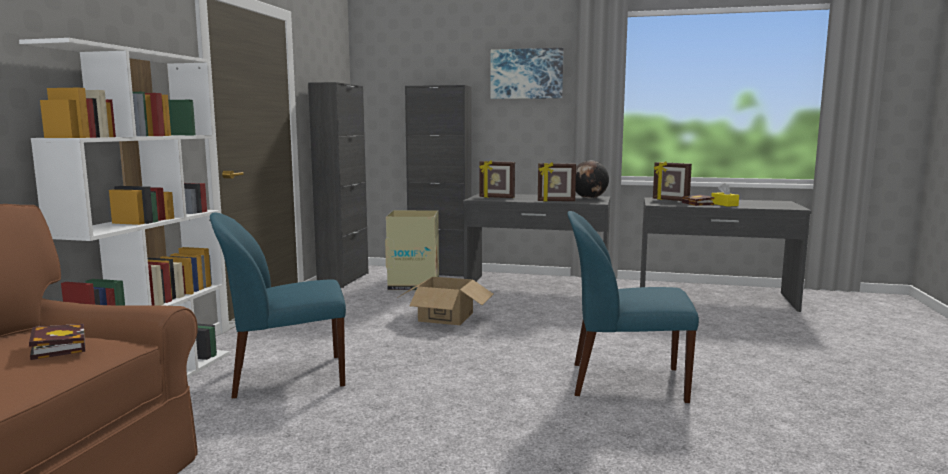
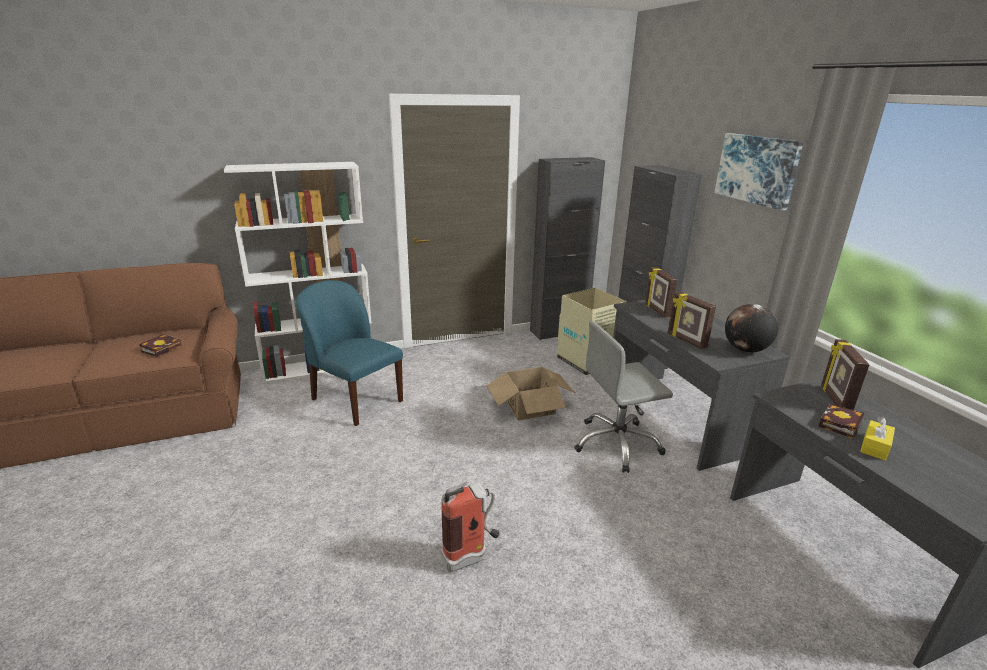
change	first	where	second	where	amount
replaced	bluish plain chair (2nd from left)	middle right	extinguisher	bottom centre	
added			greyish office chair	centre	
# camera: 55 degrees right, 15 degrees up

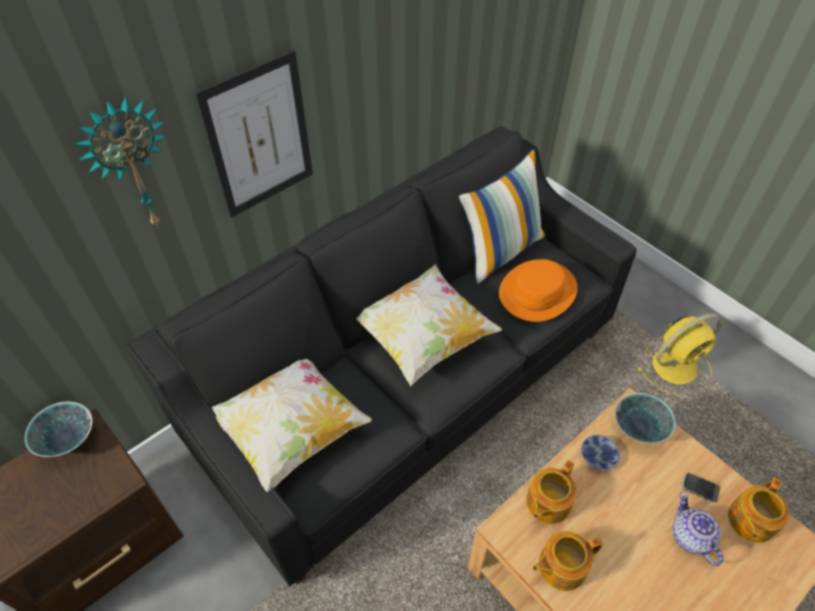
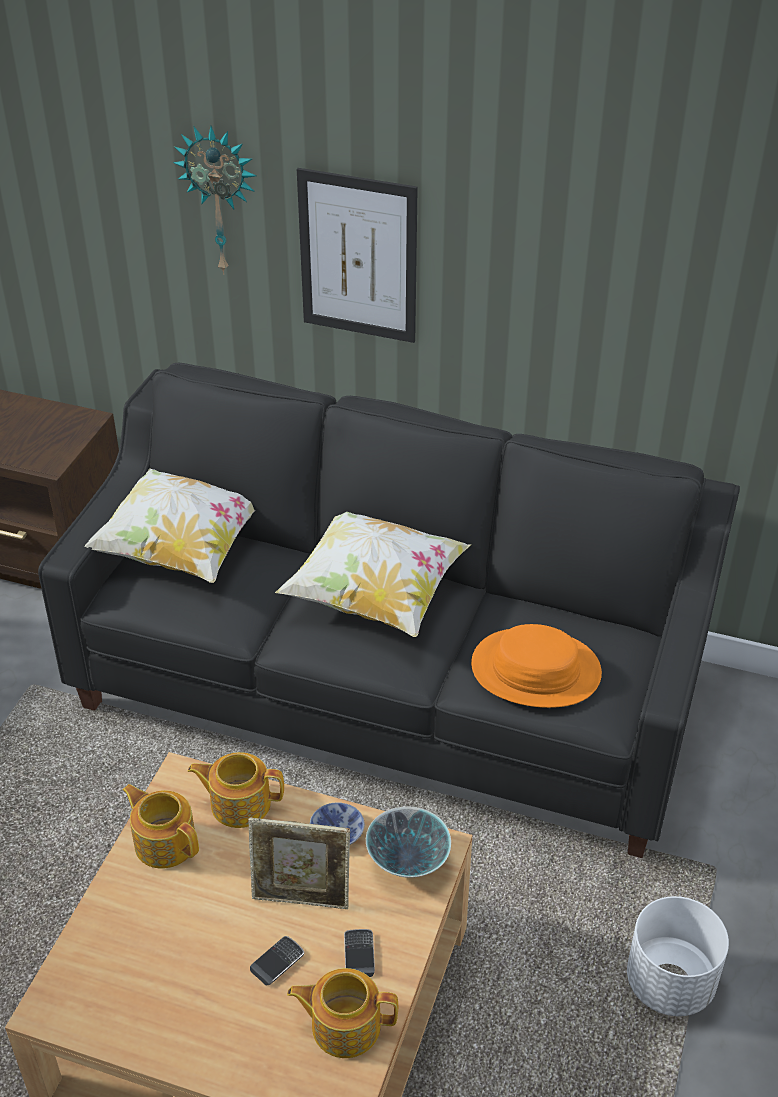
change	first	where	second	where	amount
removed	serving bowl (1st from left)	bottom left			
removed	pillow (3rd from left)	centre			
replaced	yellowish fan	middle right	white flower pot	bottom right	
replaced	pot for tea (3rd from left)	bottom right	telephone (1st from left)	bottom centre	
added			picture frame	bottom centre	
# camera: 60 degrees right, 10 degrees down

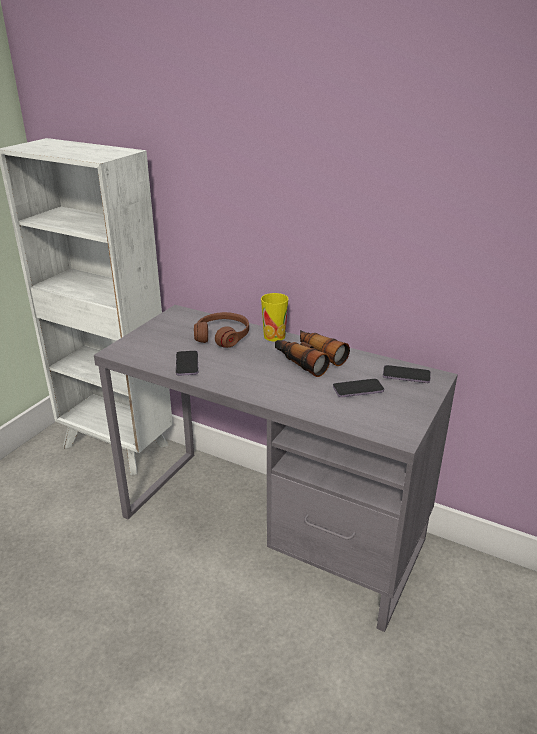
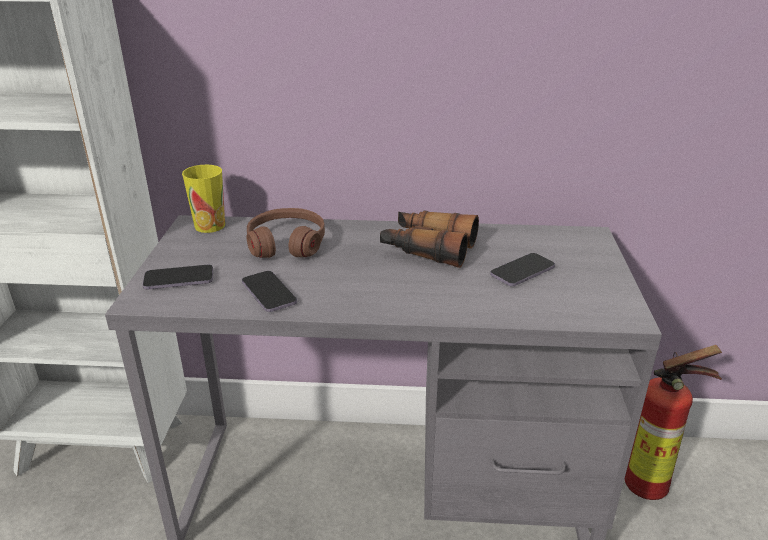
change	first	where	second	where	amount
moved	small cup	centre		middle left	
moved	telephone (3rd from left in the first image)	middle right	telephone (1st from left)	middle left	
added			extinguisher	bottom right	
# camera: 25 degrees left, 0 degrees up

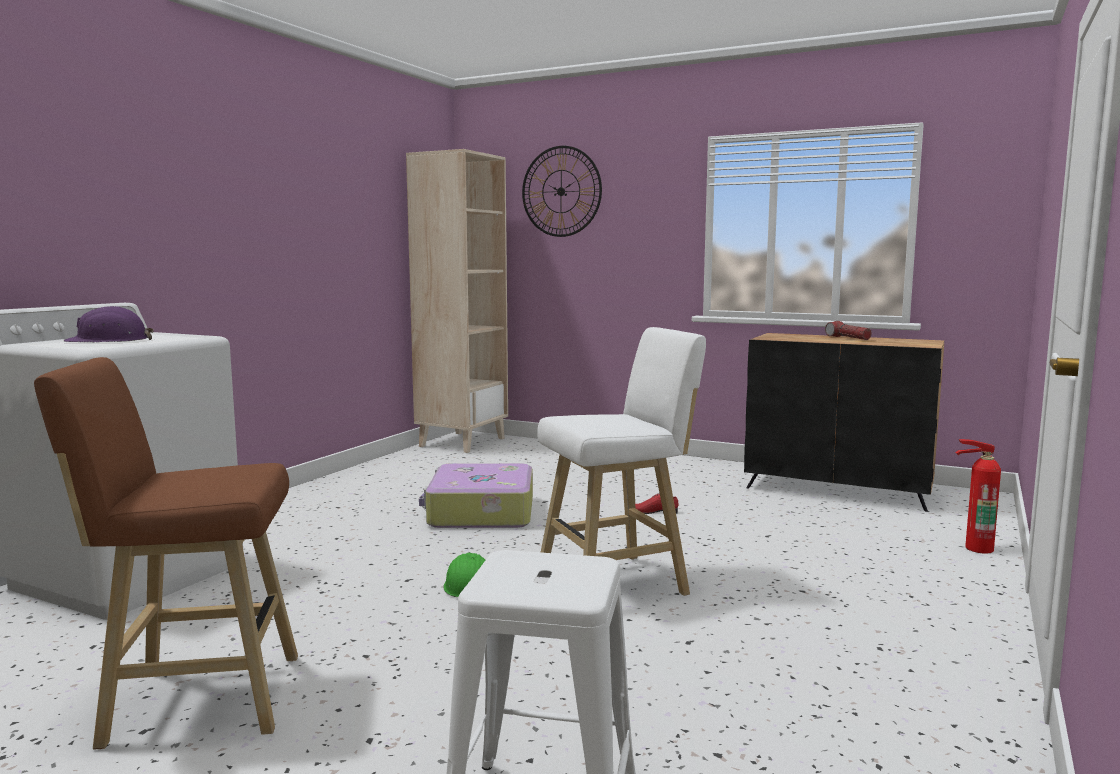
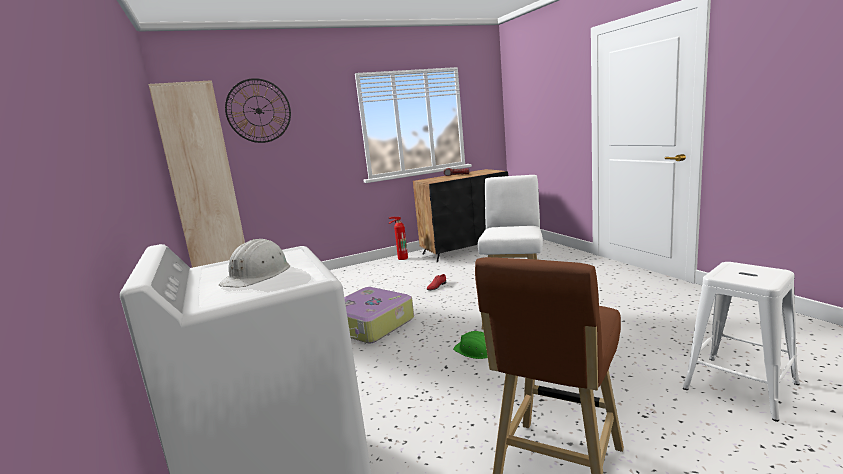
change	first	where	second	where	amount
recoloured	purple safety helmet	middle left	white safety helmet	middle left	
moved	extinguisher	middle right		centre	
# camera: 50 degrees left, 5 degrees up

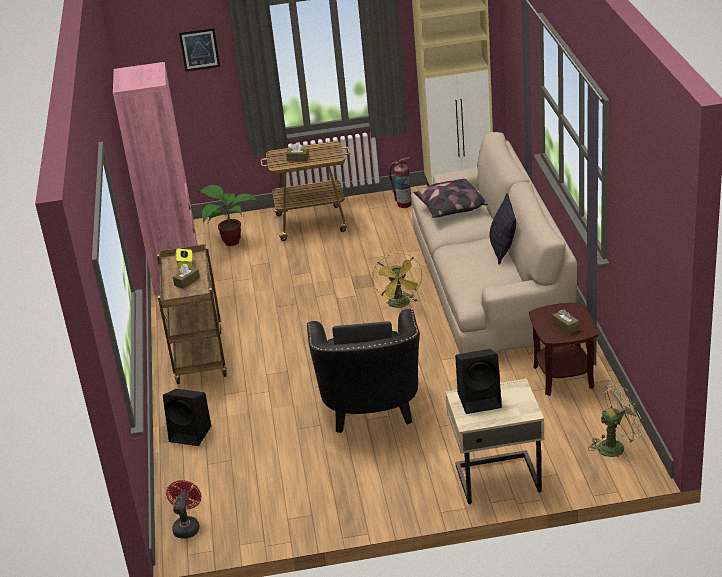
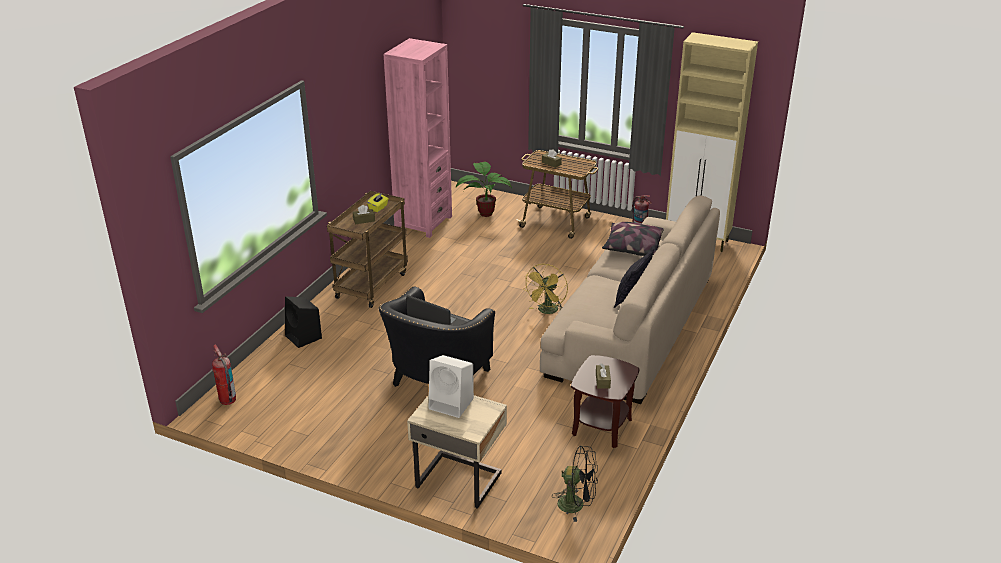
change	first	where	second	where	amount
replaced	reddish fan	bottom left	extinguisher (1st from left)	middle left	
removed	wall art	top left			
recoloured	black-coloured audio speaker (2nd from left)	centre	white audio speaker	bottom centre	
recoloured	green-coloured fan	bottom right	black-coloured fan	bottom centre	
# camera: 30 degrees right, 0 degrees up

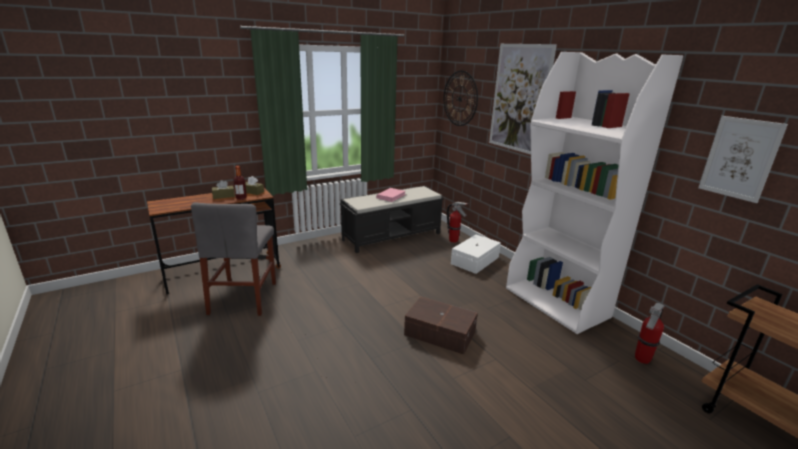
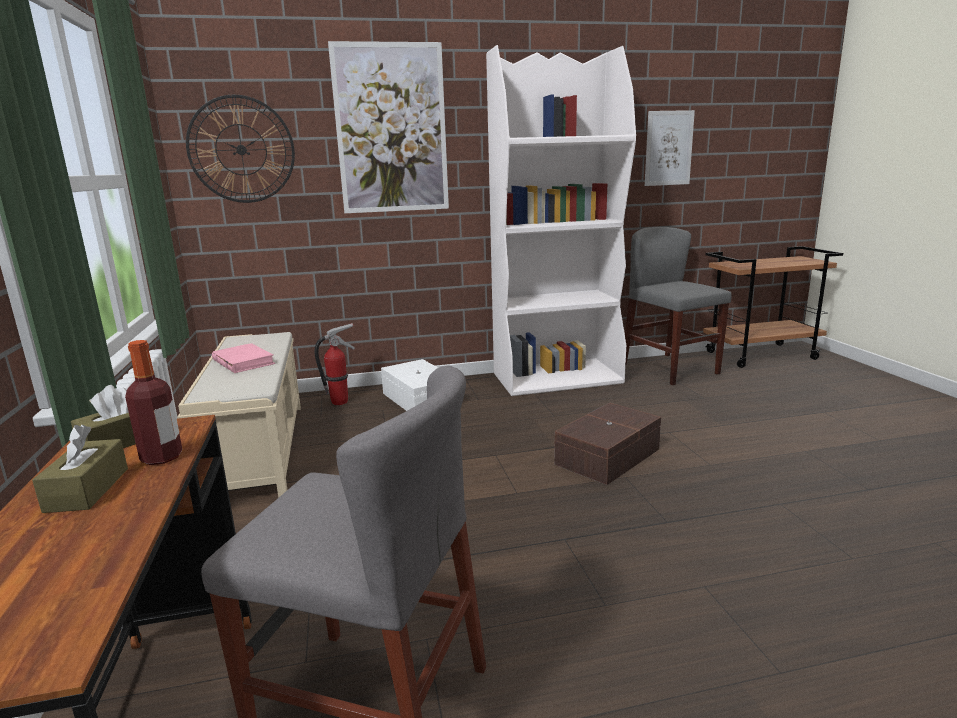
change	first	where	second	where	amount
recoloured	black-coloured indoor bench	centre	beige-coloured indoor bench	middle left	
replaced	extinguisher (2nd from left)	bottom right	greyish plain chair (2nd from left)	middle right	
# camera: 70 degrees left, 5 degrees down

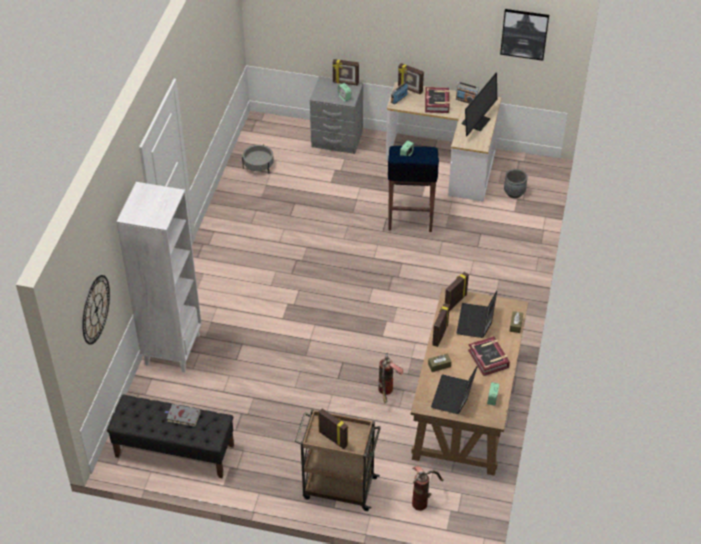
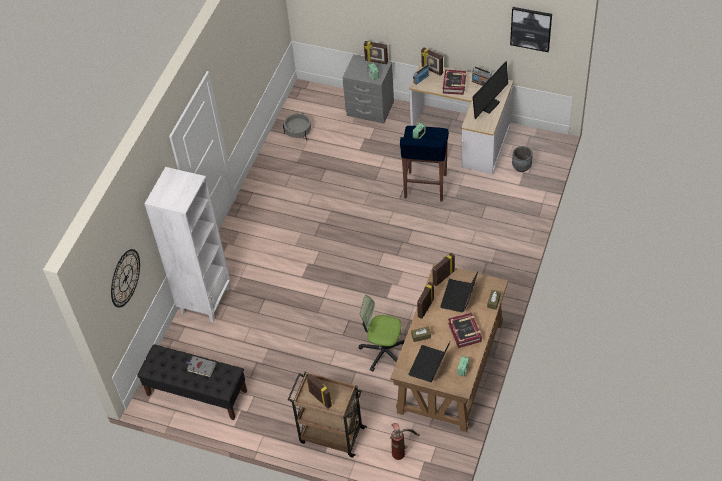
change	first	where	second	where	amount
replaced	extinguisher (1st from left)	bottom centre	office chair	bottom centre	
# camera: 10 degrees right, 5 degrees up

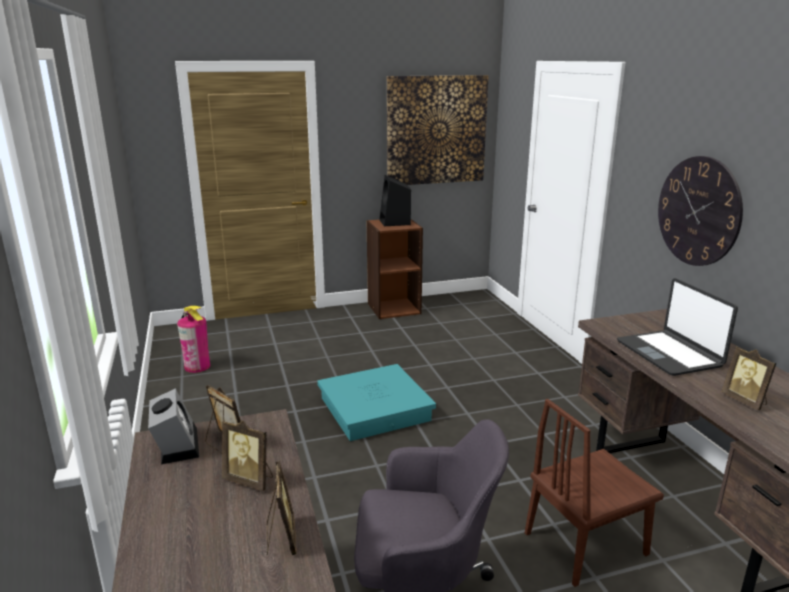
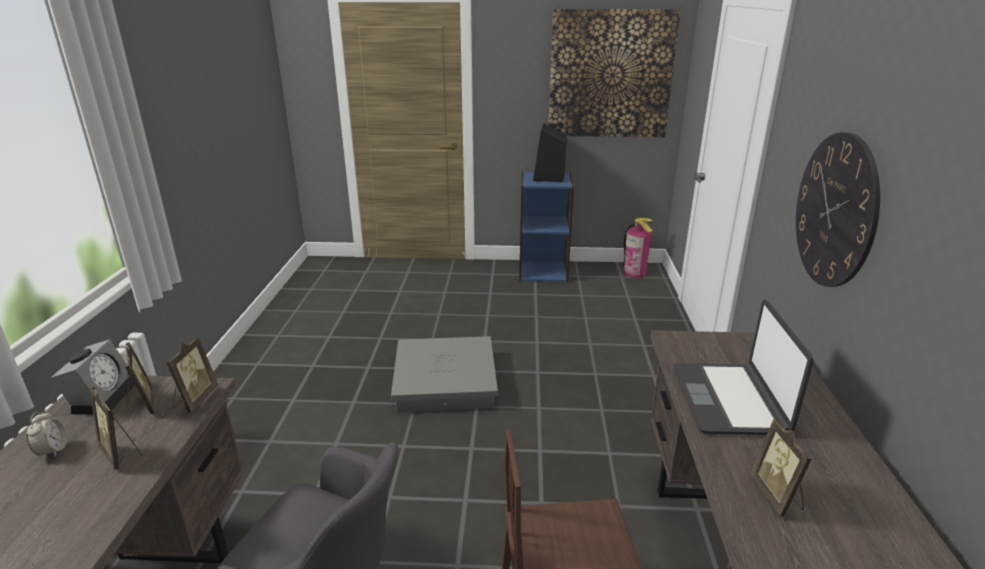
change	first	where	second	where	amount
moved	extinguisher	middle left		centre	
moved	picture frame (3rd from left)	bottom centre		middle left	
recoloured	turquoise-coloured storage container	bottom centre	greyish storage container	centre	
recoloured	brownish shelving unit	centre	bluish shelving unit	centre	
added			table clock (1st from left)	bottom left	
# camera: 20 degrees right, 5 degrees up

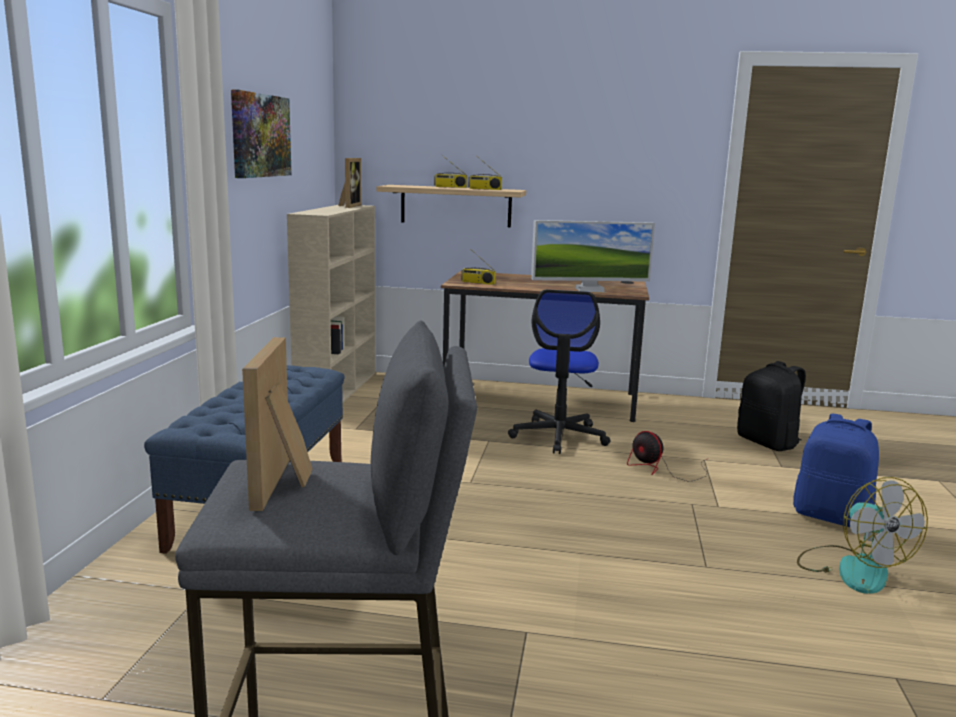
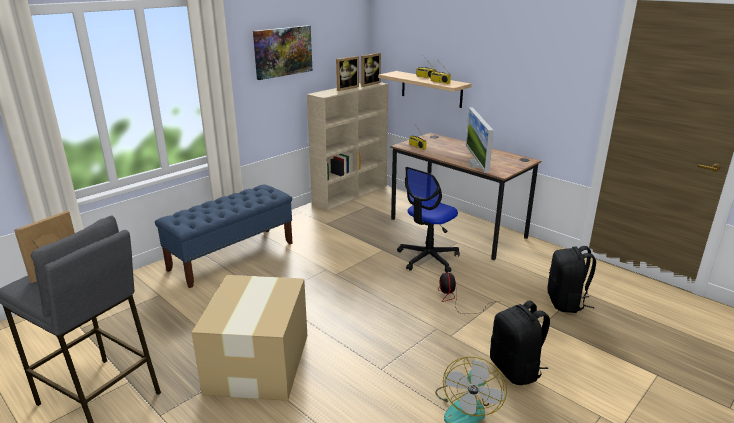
change	first	where	second	where	amount
turned	computer display	centre		top centre	60 degrees clockwise
recoloured	bluish knapsack	middle right	black-coloured knapsack (1st from left)	bottom right	
added			carton	bottom centre	
added			picture frame (2nd from left)	top centre	
# camera: 35 degrees right, 10 degrees up

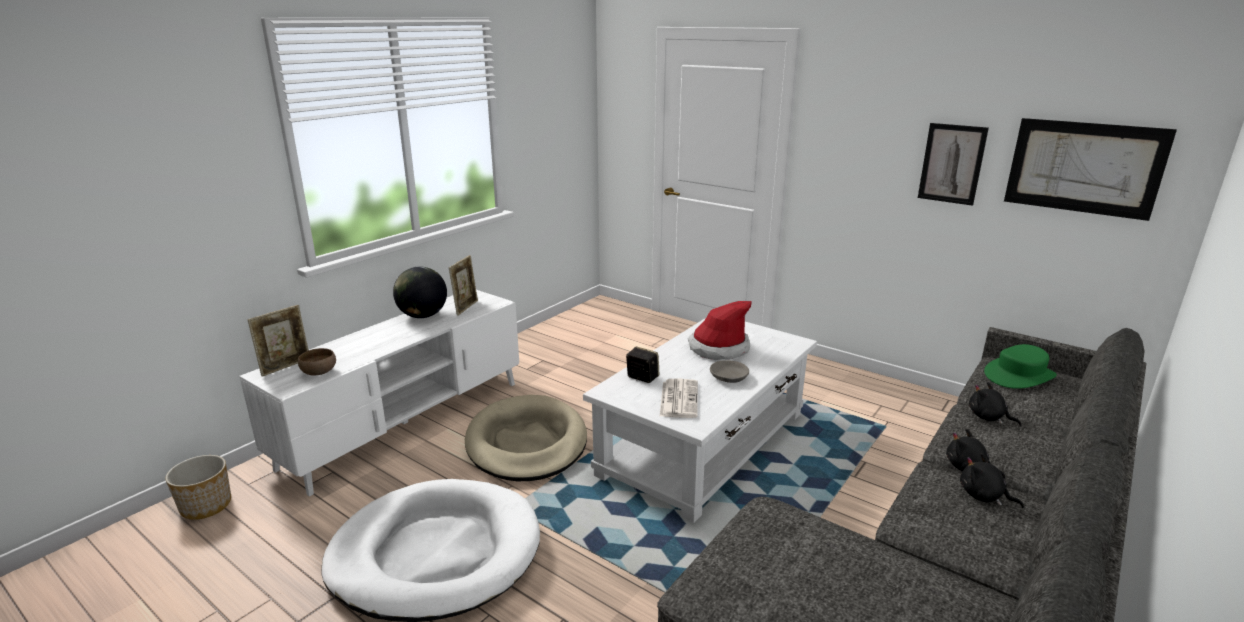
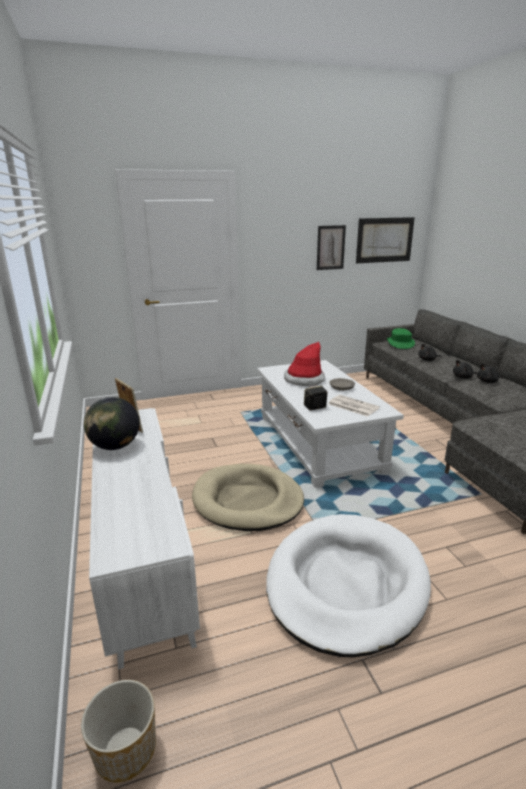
change	first	where	second	where	amount
removed	picture frame (1st from left)	middle left			
removed	brownish serving bowl	middle left			
# camera: 55 degrees left, 0 degrees up

